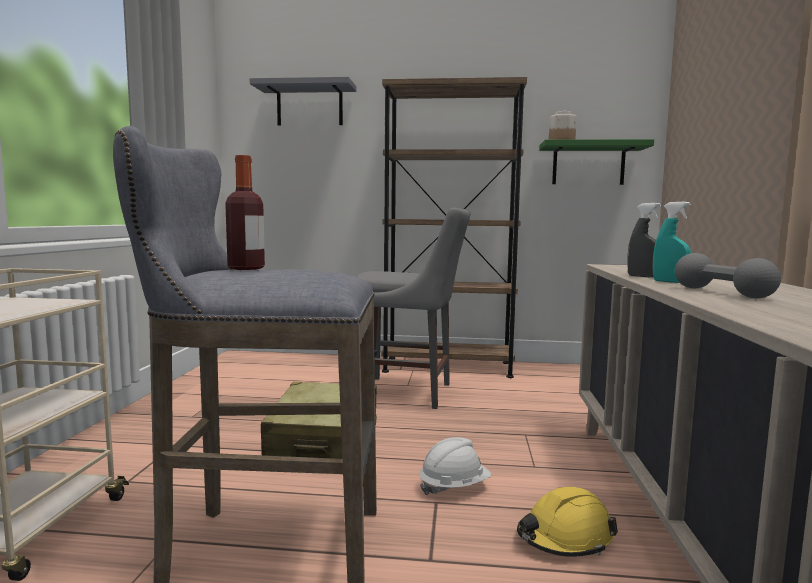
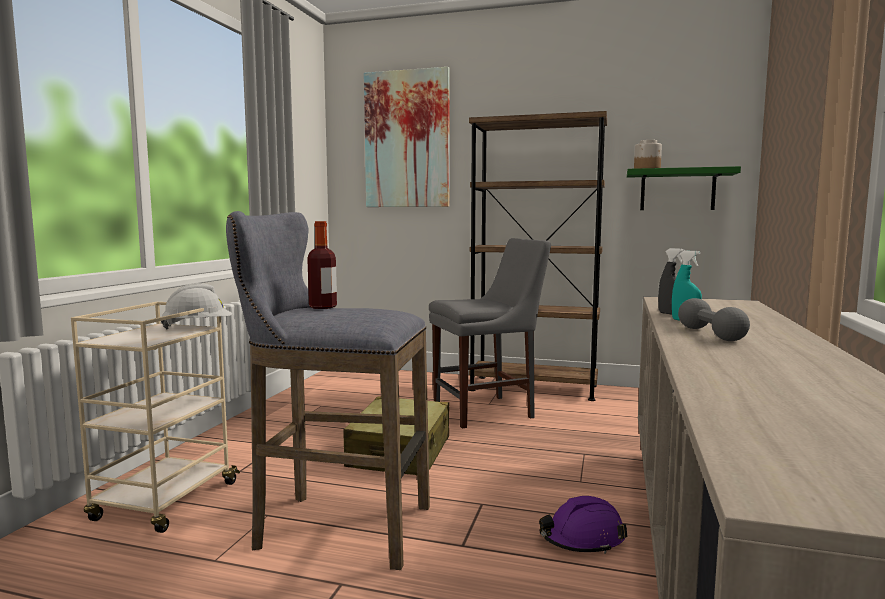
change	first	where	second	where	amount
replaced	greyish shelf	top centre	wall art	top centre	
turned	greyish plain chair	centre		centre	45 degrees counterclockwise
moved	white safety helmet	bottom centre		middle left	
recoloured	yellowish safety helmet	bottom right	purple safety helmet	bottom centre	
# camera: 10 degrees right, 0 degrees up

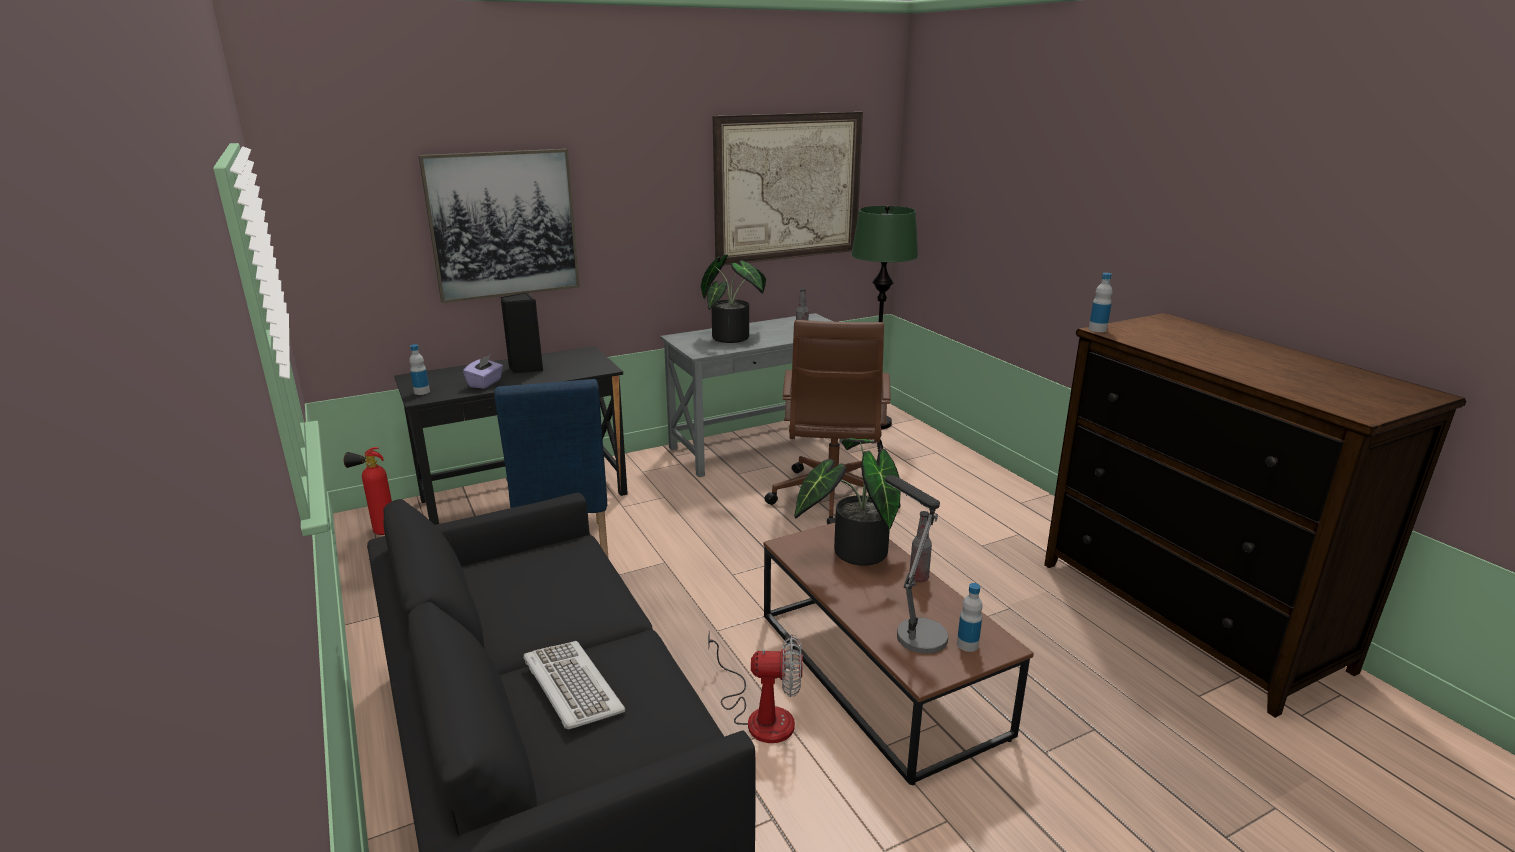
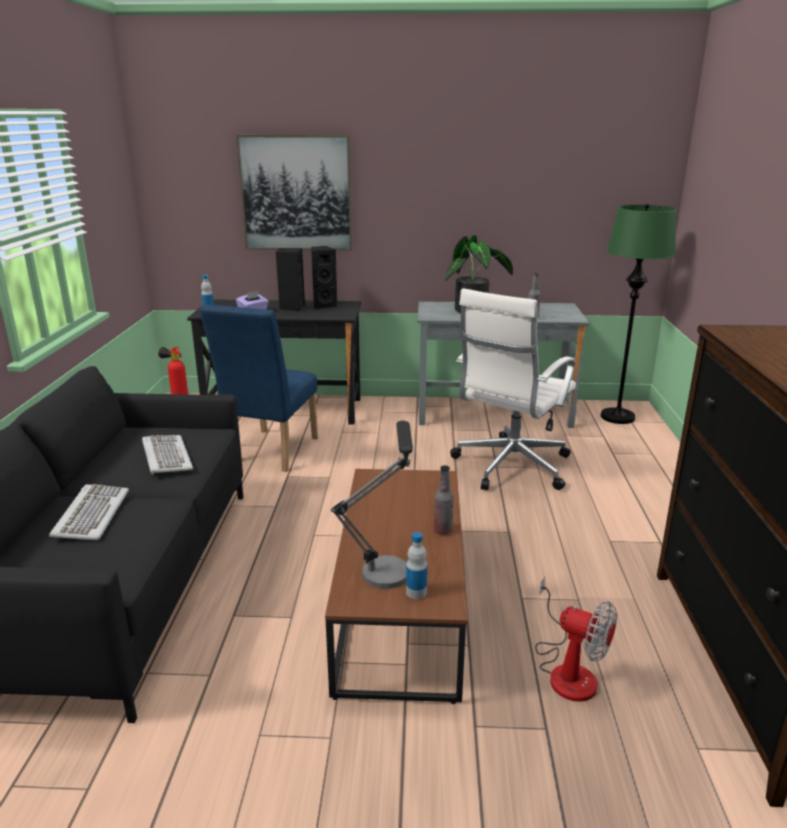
change	first	where	second	where	amount
moved	fan	bottom centre		bottom right	
removed	wall art (2nd from left)	top centre			
recoloured	brownish office chair	centre	white office chair	centre	
removed	potted plant (2nd from left)	centre			
removed	beverage bottle (5th from left)	middle right			
added			computer keyboard (2nd from left)	middle left	
added			black-coloured audio speaker (2nd from left)	centre	
# camera: 30 degrees right, 0 degrees up

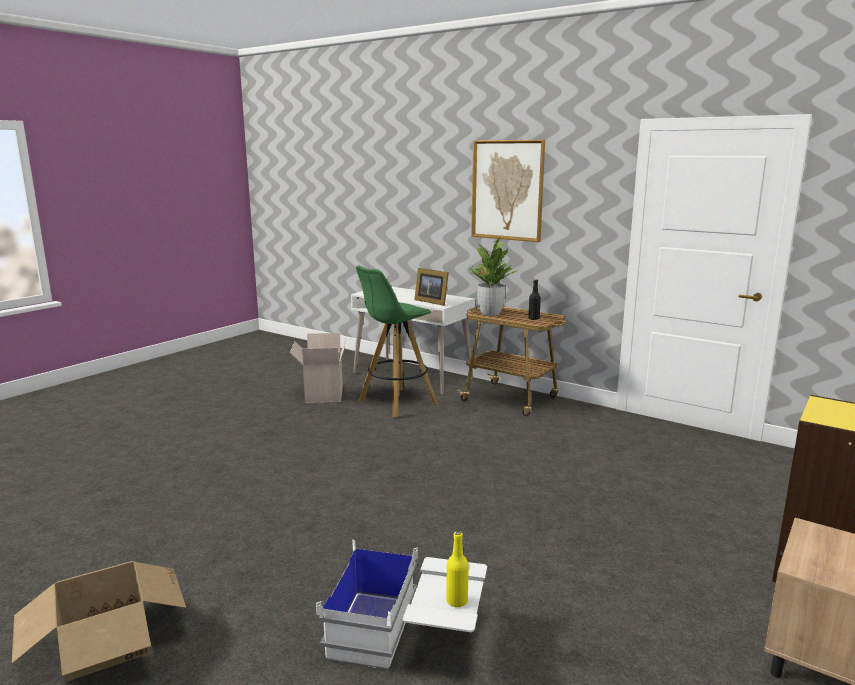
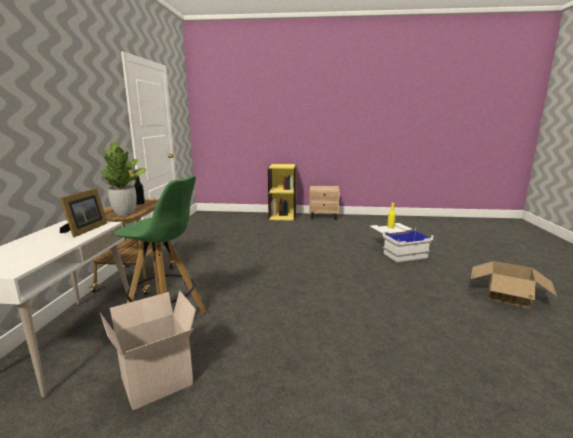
change	first	where	second	where	amount
removed	wall art	top centre			
# camera: 120 degrees left, 0 degrees up

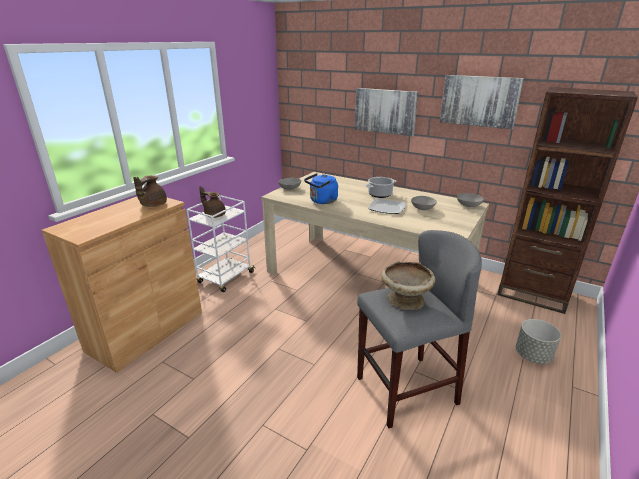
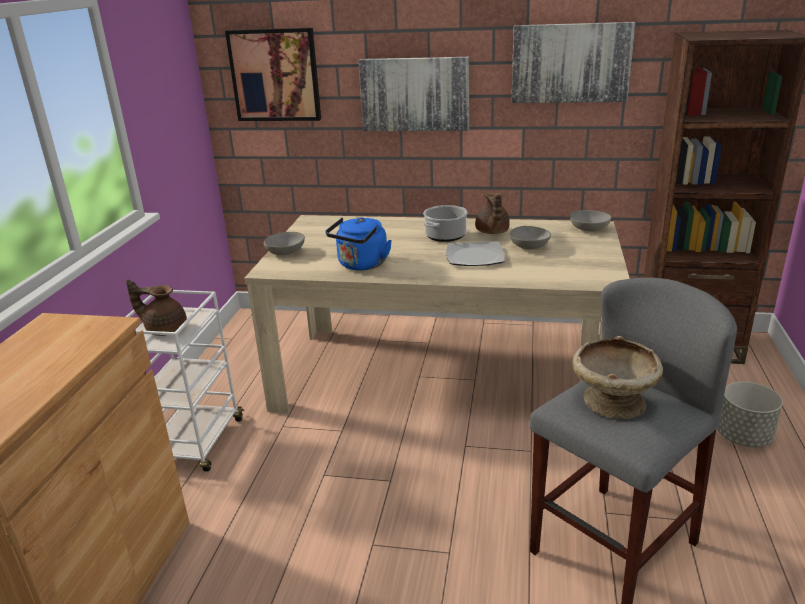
change	first	where	second	where	amount
moved	brownish pot for tea (1st from left in the first image)	middle left	brownish pot for tea (2nd from left)	centre	
added			wall art (1st from left)	top centre	
# camera: 20 degrees left, 0 degrees up

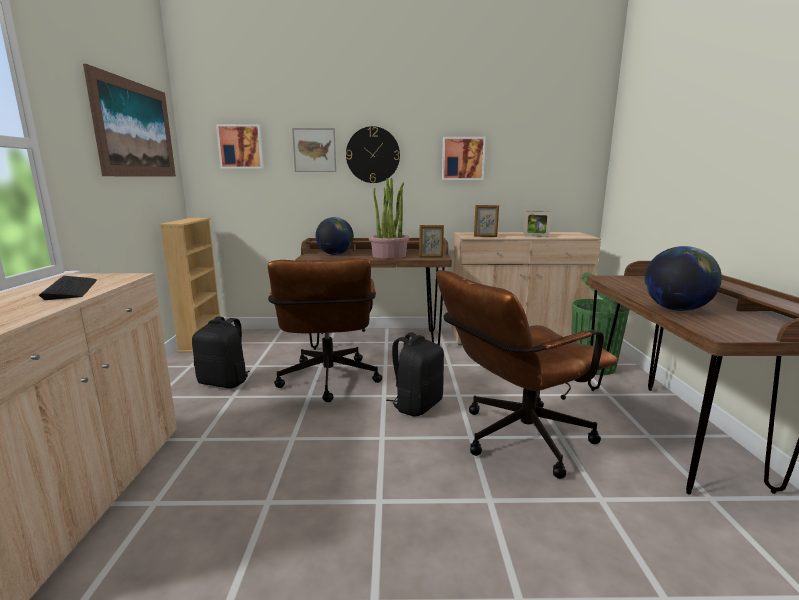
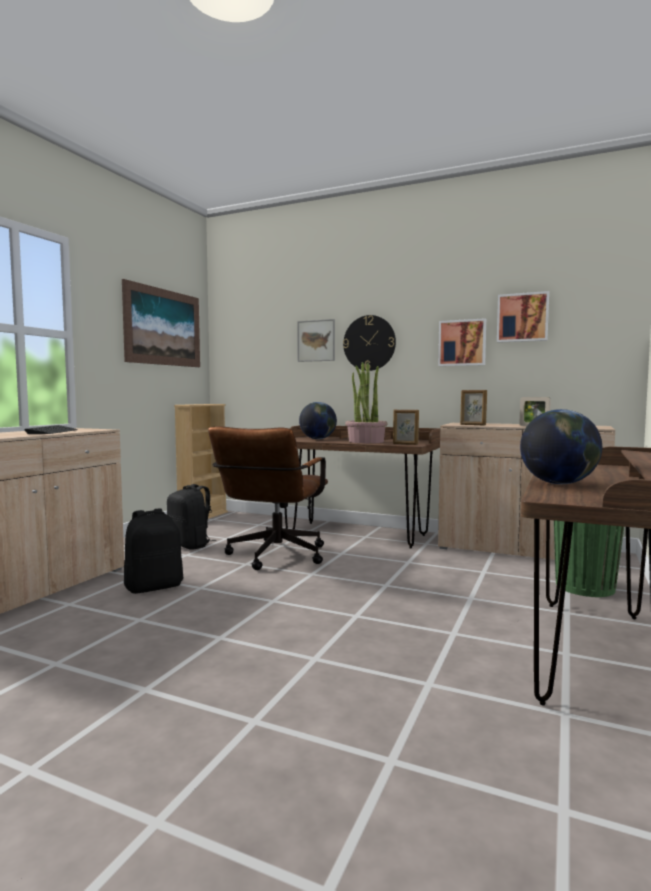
change	first	where	second	where	amount
moved	wall art (2nd from left in the first image)	top left	wall art (4th from left)	middle right	
moved	black-coloured knapsack (2nd from left in the first image)	centre	black-coloured knapsack (1st from left)	middle left	
removed	brownish office chair (2nd from left)	centre			
# camera: 25 degrees right, 10 degrees down

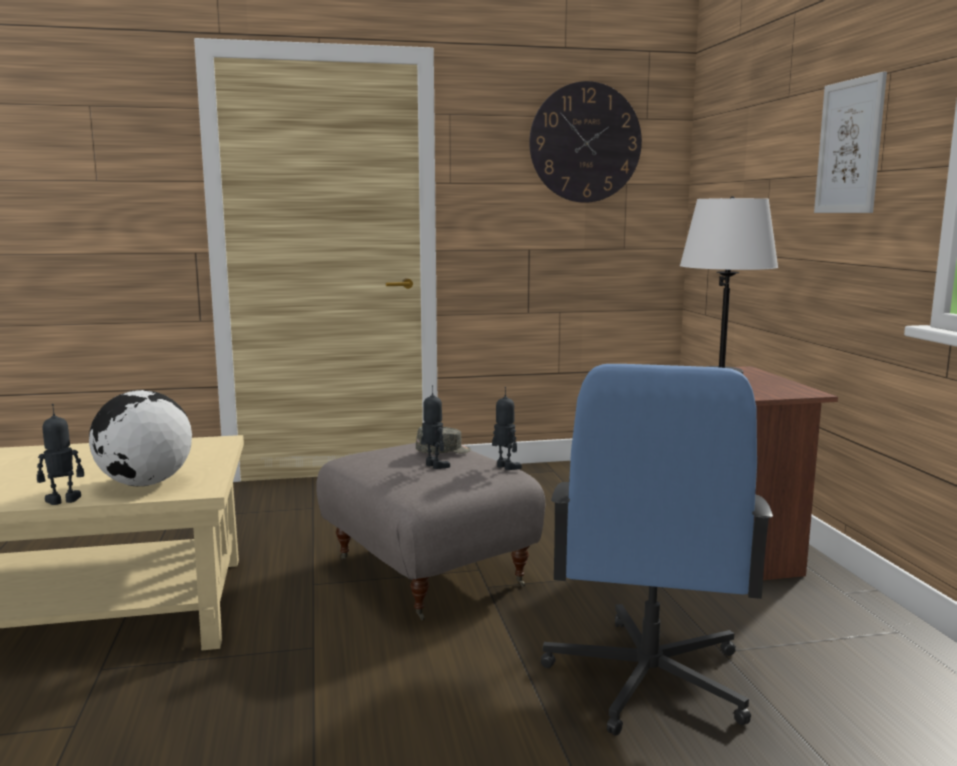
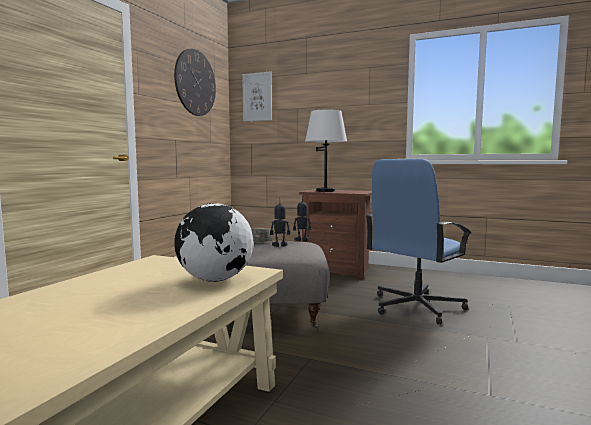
change	first	where	second	where	amount
removed	robot figure (1st from left)	middle left			
turned	bluish office chair	bottom right		middle right	90 degrees clockwise
moved	wall art	top right		top centre	
# camera: 55 degrees left, 5 degrees down

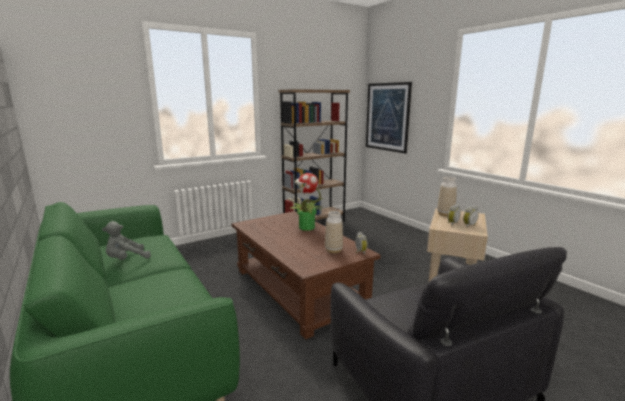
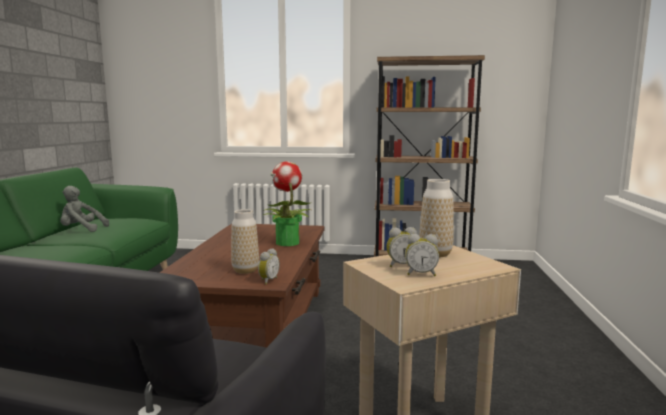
change	first	where	second	where	amount
removed	wall art	top centre			
# camera: 40 degrees right, 5 degrees down

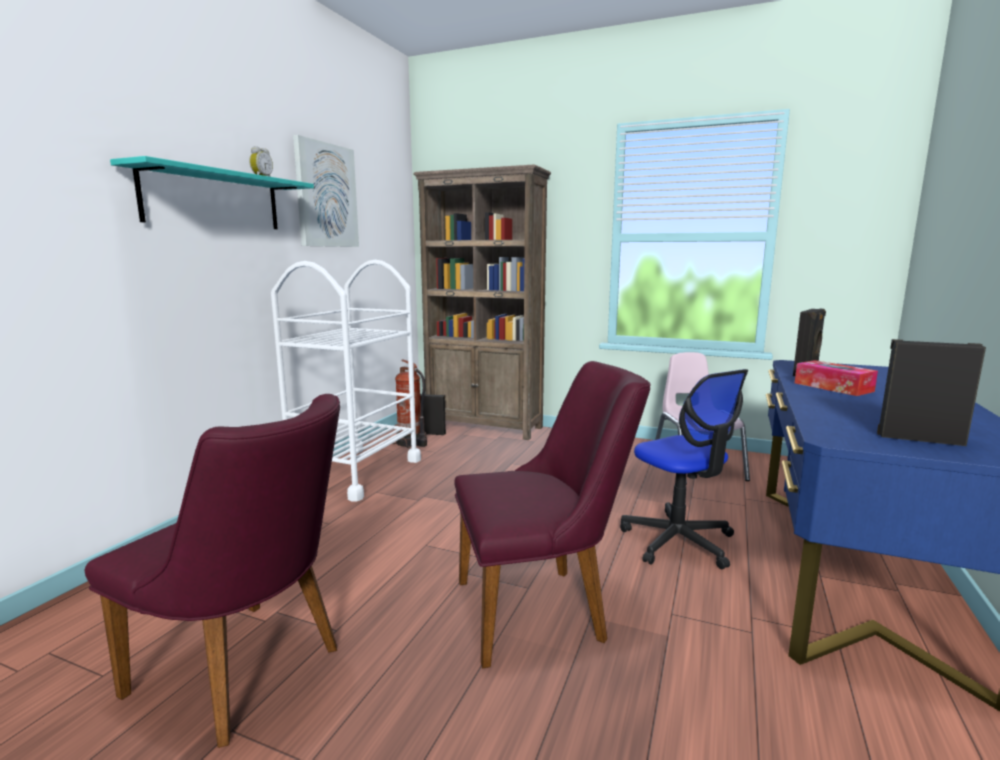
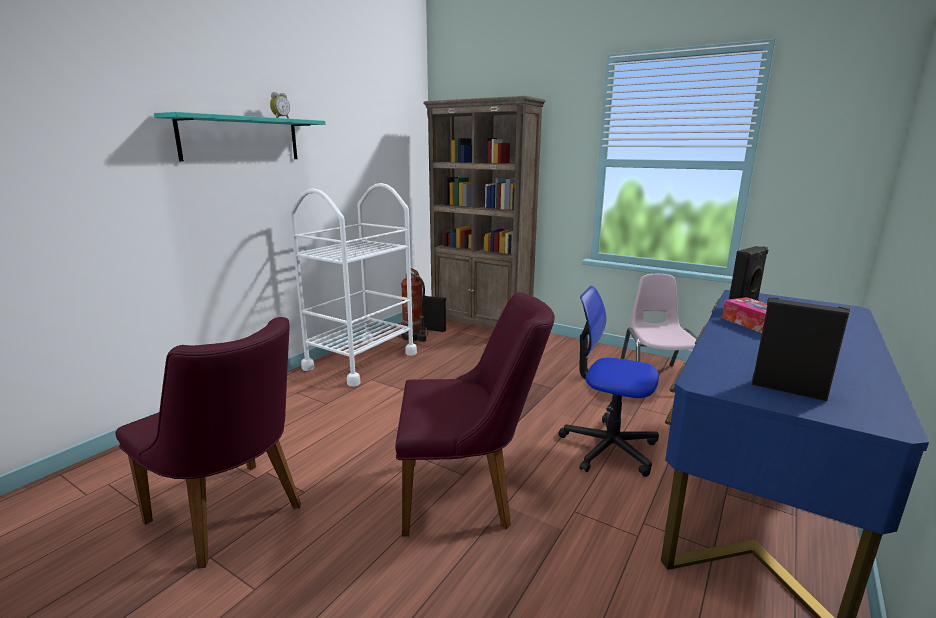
change	first	where	second	where	amount
removed	wall art	top left			
turned	office chair	middle right		centre	135 degrees clockwise
# camera: 10 degrees right, 5 degrees up

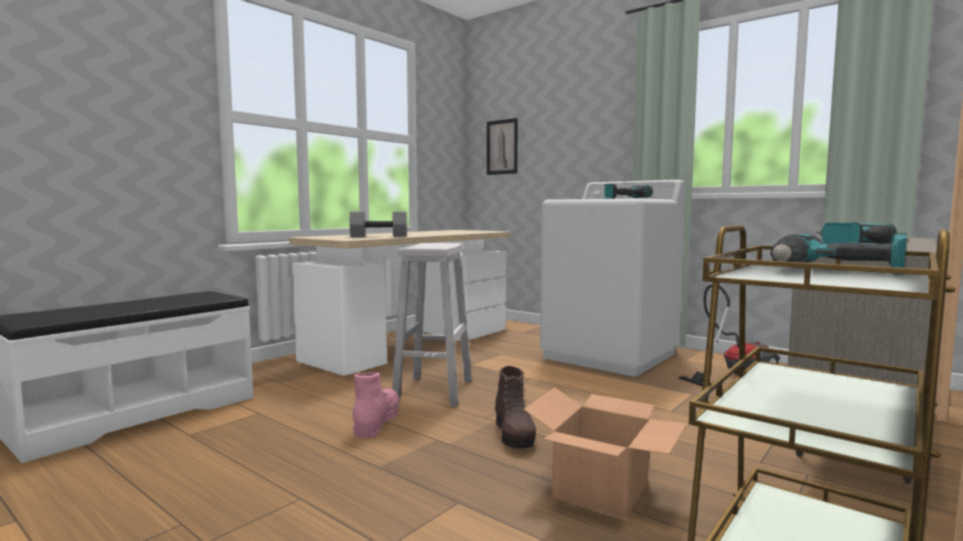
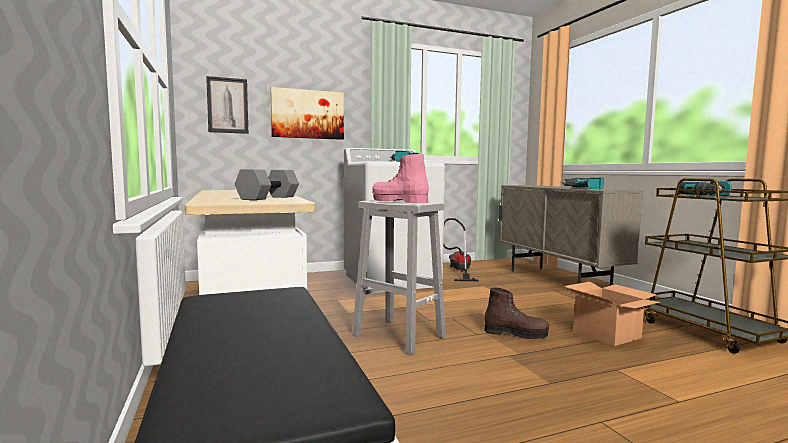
change	first	where	second	where	amount
moved	pinkish high-top boot	bottom centre		centre	
added			wall art (2nd from left)	top centre	
# camera: 60 degrees left, 0 degrees up

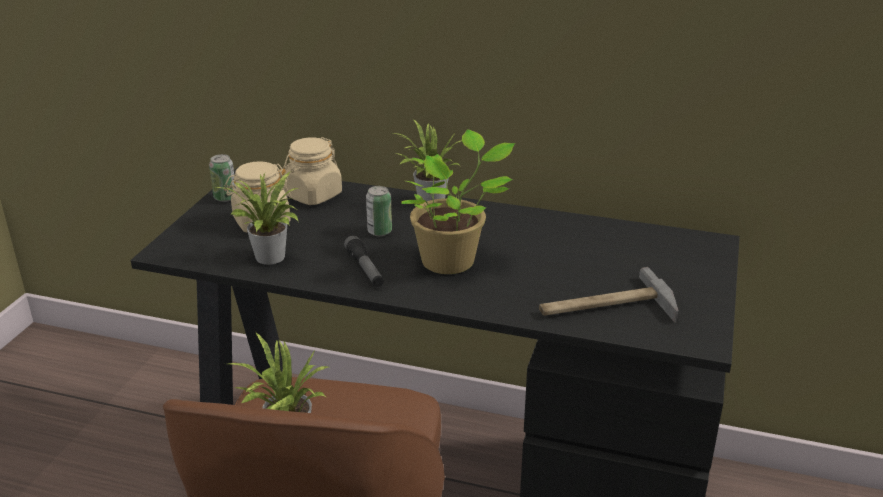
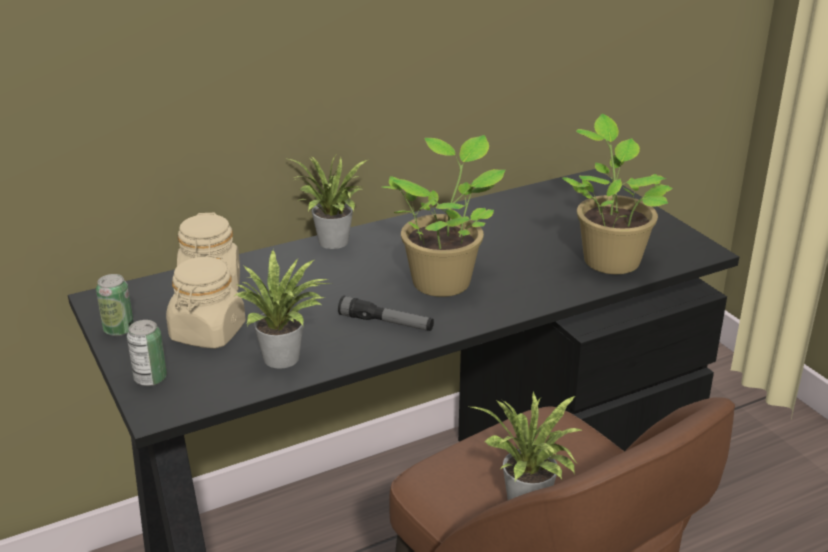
change	first	where	second	where	amount
moved	metal can (2nd from left)	centre		middle left	
replaced	hand hammer	middle right	potted plant (5th from left)	middle right	
# camera: 45 degrees left, 0 degrees up

